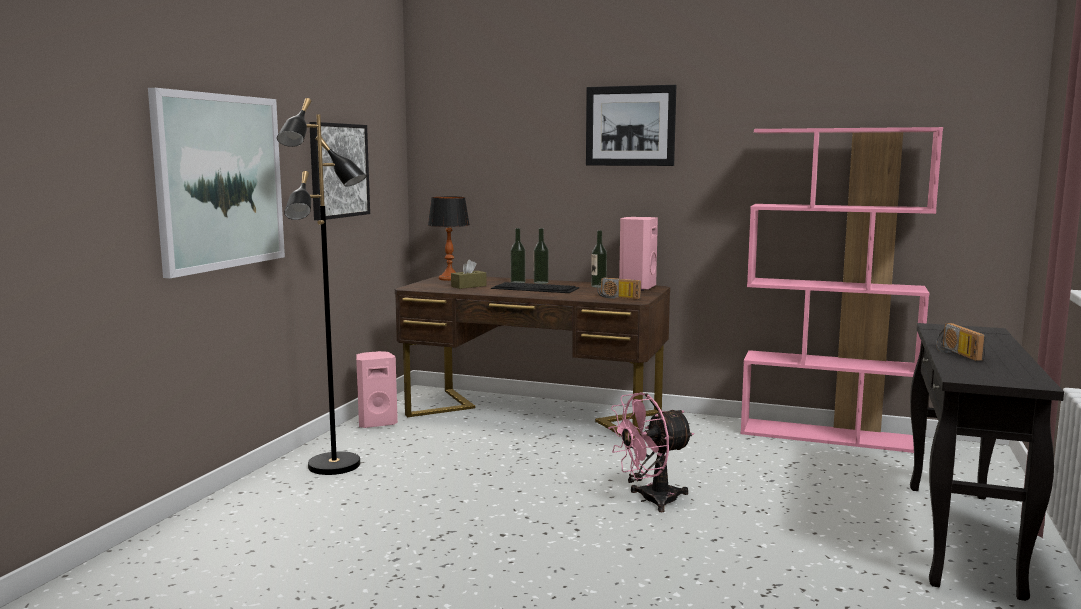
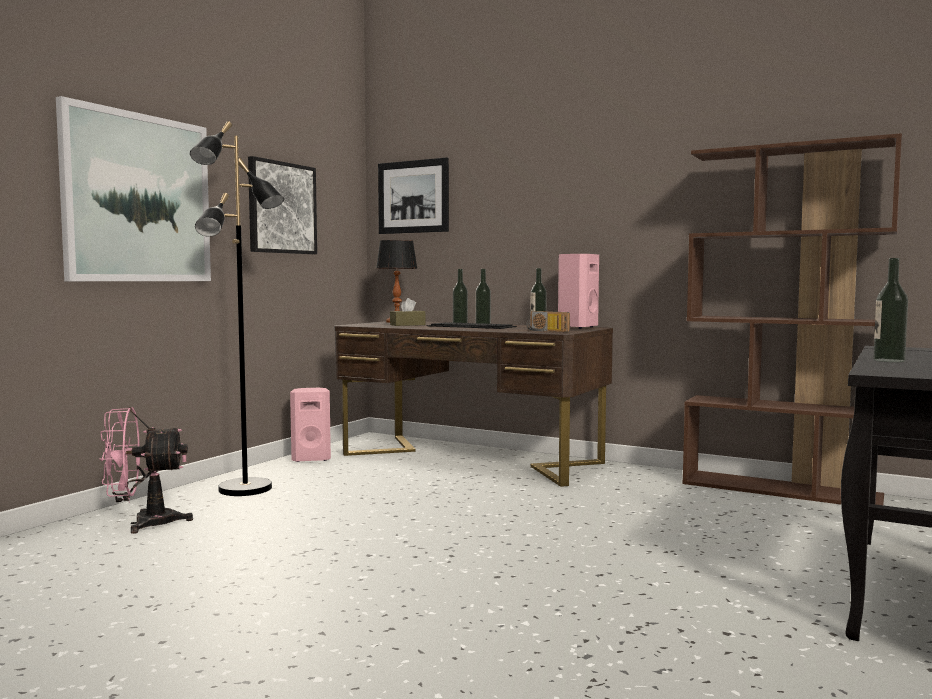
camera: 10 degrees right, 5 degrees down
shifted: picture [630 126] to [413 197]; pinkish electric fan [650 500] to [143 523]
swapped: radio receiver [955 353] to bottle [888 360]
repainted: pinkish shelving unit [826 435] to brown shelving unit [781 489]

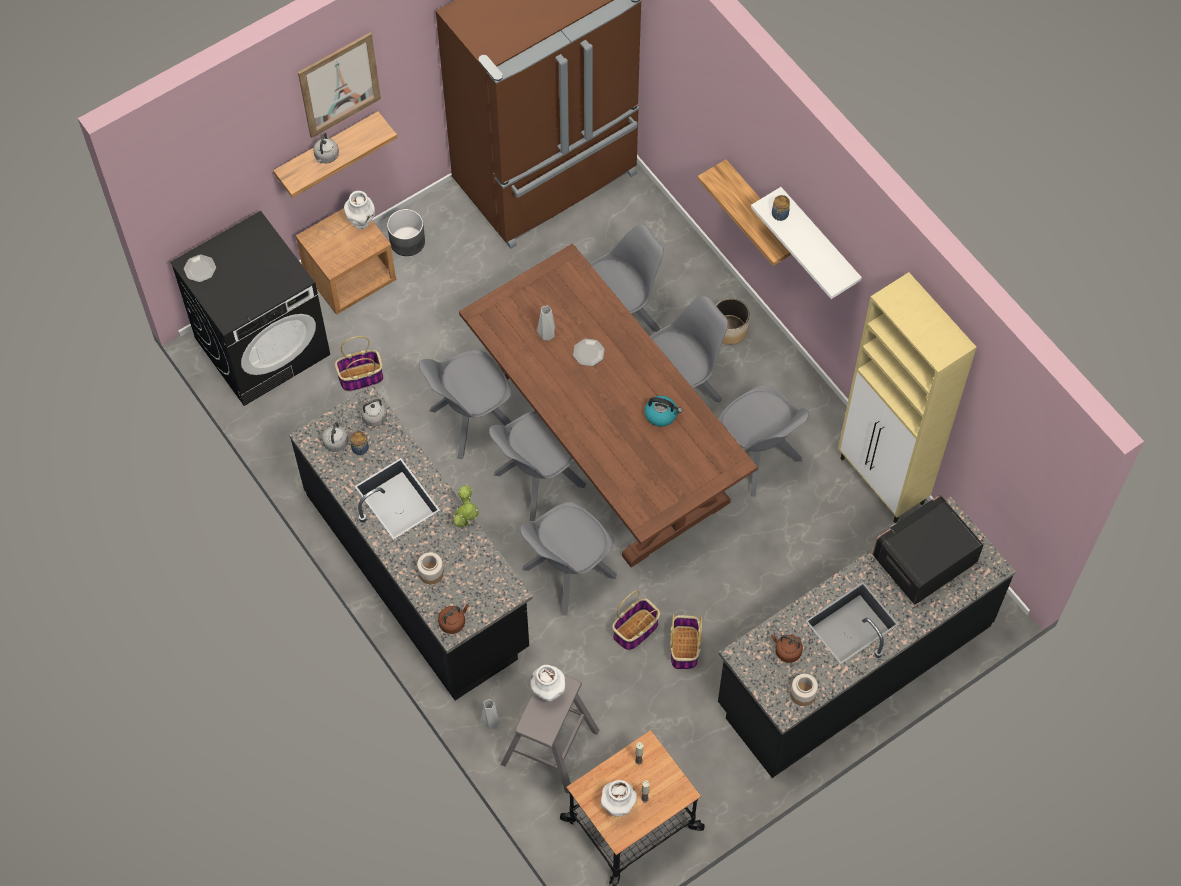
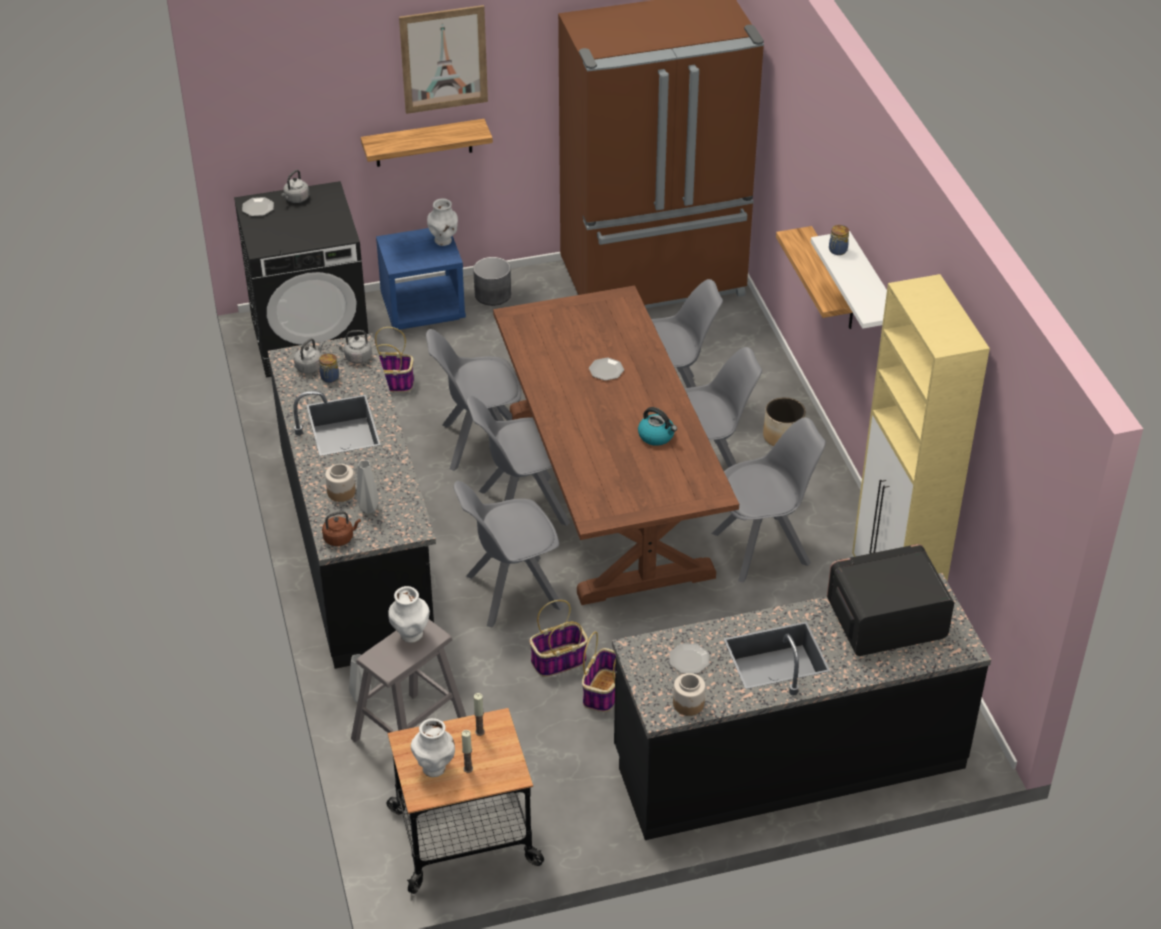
camera: 20 degrees right, 20 degrees down
gone: houseplant [465 521]
shifted: gray kettle [326 156] to [296 199]; gray vase [546 335] to [368 508]
swapped: brown kettle [786 651] to flat dish [688 660]
repainted: brown bedside table [350 277] to blue bedside table [423 307]
rotated: gray upright chair [757 458] = [763 548] 90 degrees counterclockwise

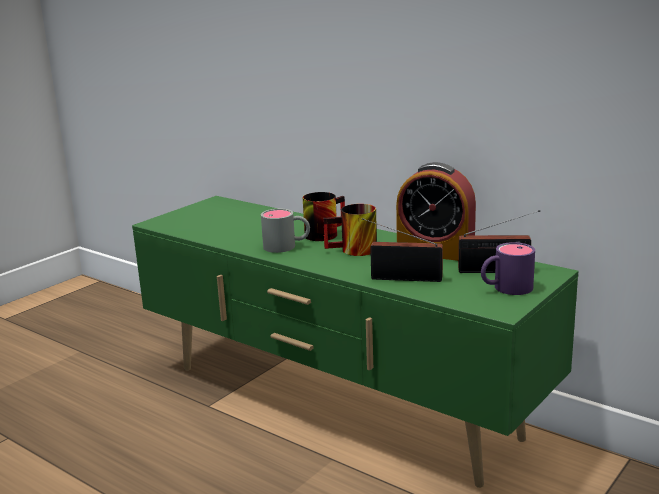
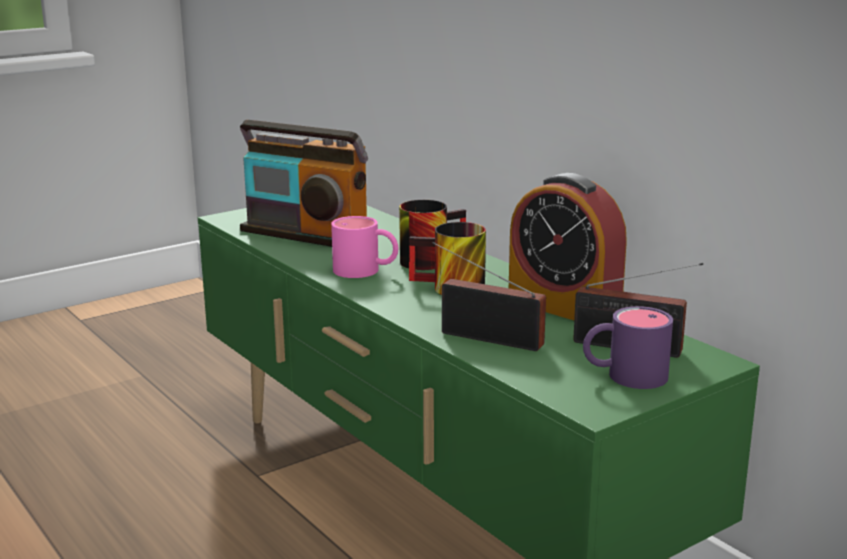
camera: 15 degrees right, 0 degrees up
new: radio receiver [307 235]
repainted: gray coffee mug [287 246] to pinkish coffee mug [366 271]

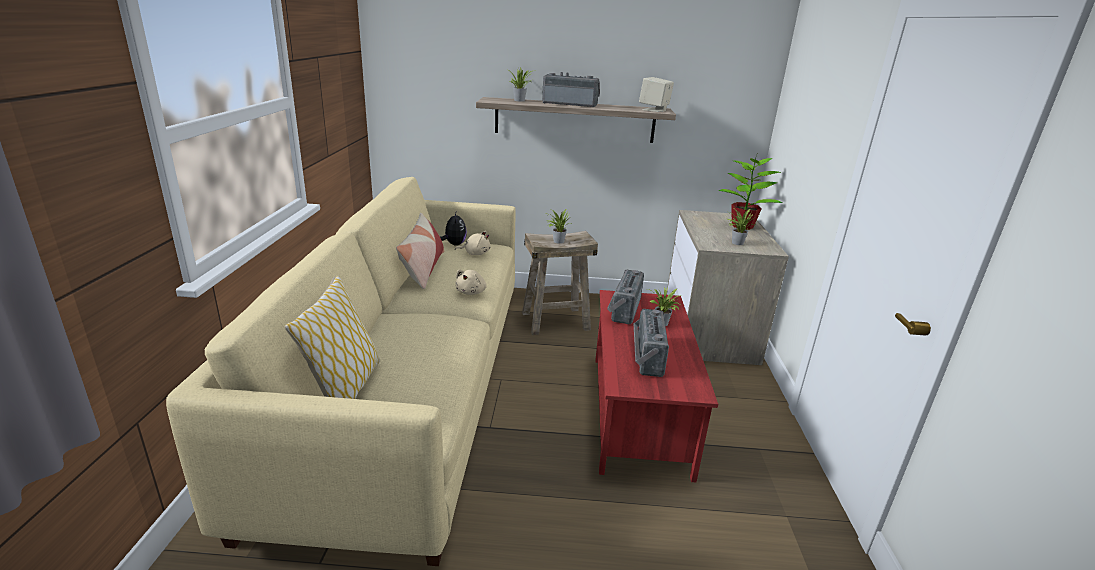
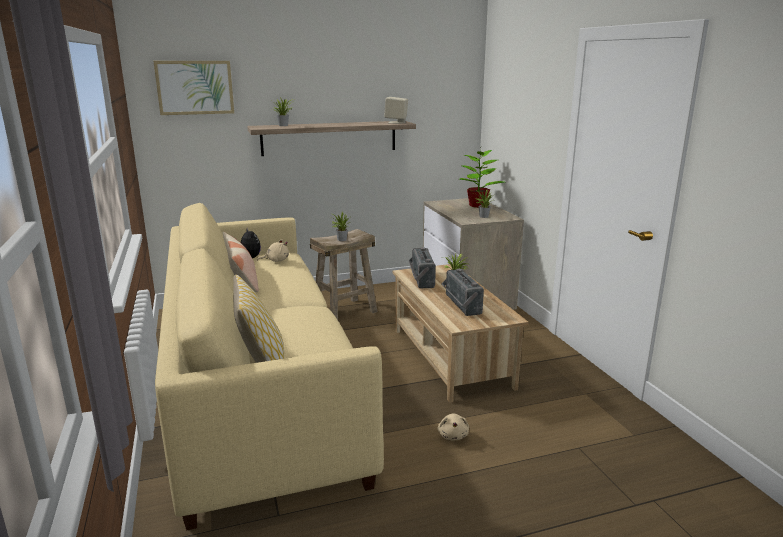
camera: 20 degrees left, 5 degrees down
gone: radio receiver [570 104]
new: picture [195 87]
shifted: sand-coloured soft toy [471 292] to [453 435]
repainted: reddish coffee table [637 411] to sand-coloured coffee table [450 357]

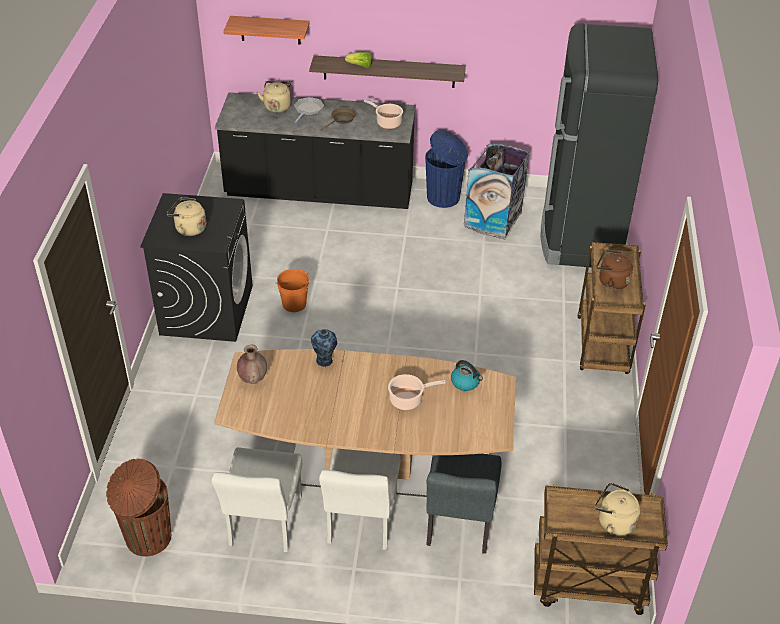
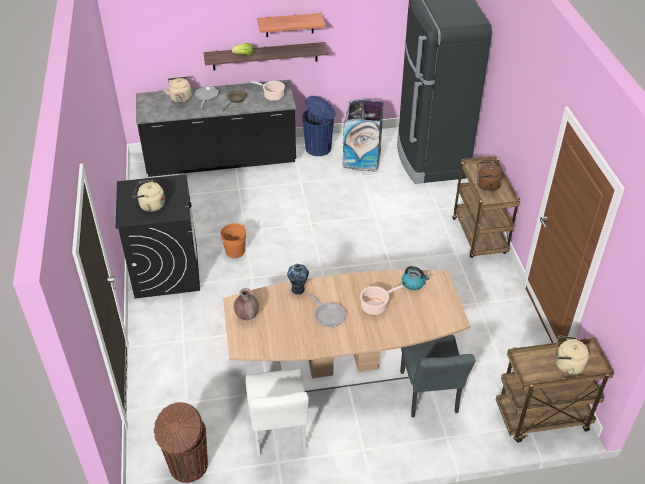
camera: 15 degrees left, 0 degrees up
gone: white upright chair [360 524]
new: pan [328 315]
shifted: shelf [270 30] to [289 25]

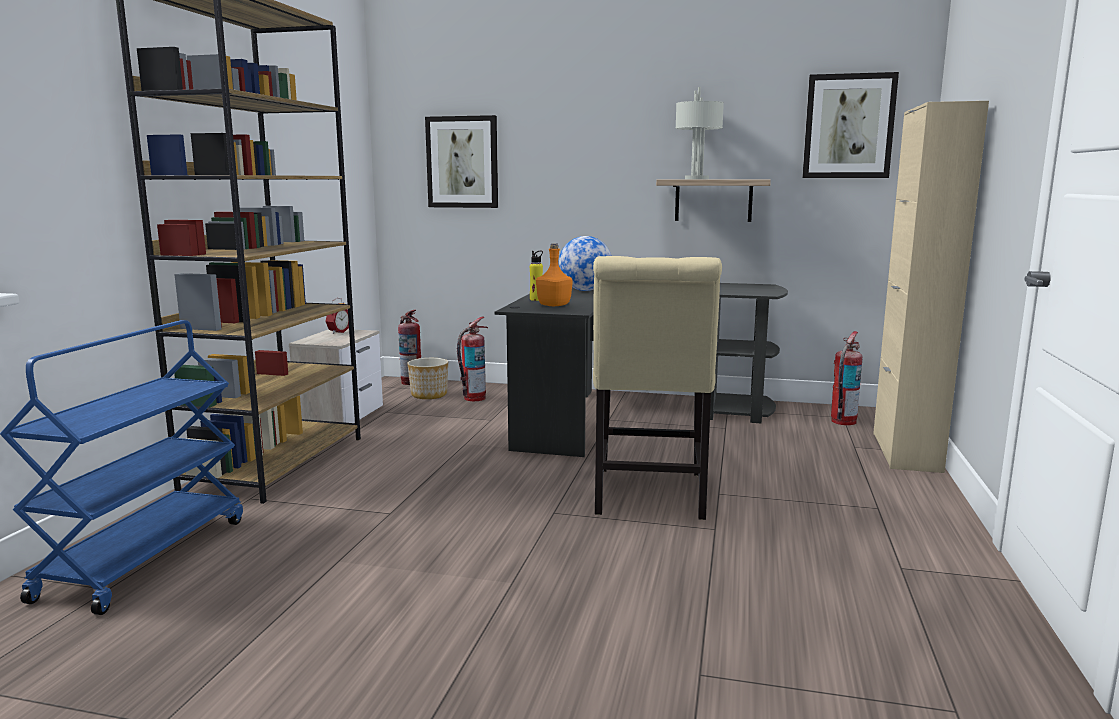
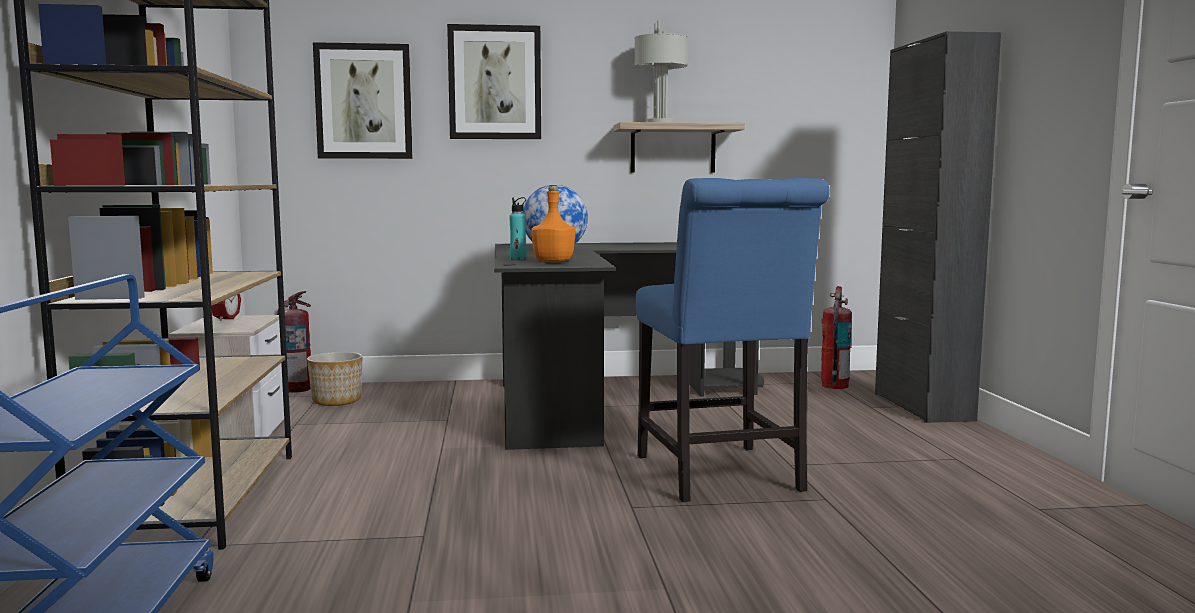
camera: 20 degrees left, 5 degrees down
gone: fire extinguisher [474 398]
shifted: picture [848 126] to [495 83]
repainted: yellowish bottle [536 299] to turquoise-coloured bottle [518 258]; sand-coloured upright chair [649 497] to blue upright chair [721 477]; sand-coloured cupboard [906 452] to black-coloured cupboard [922 406]

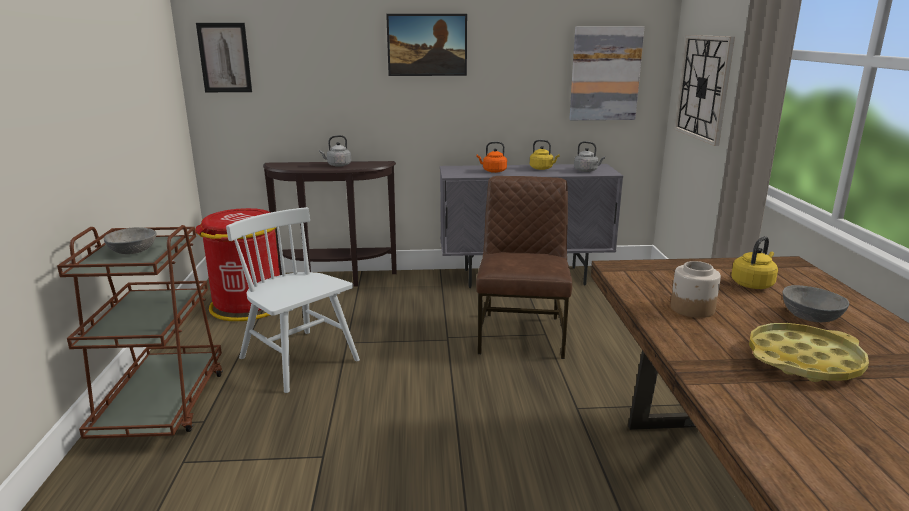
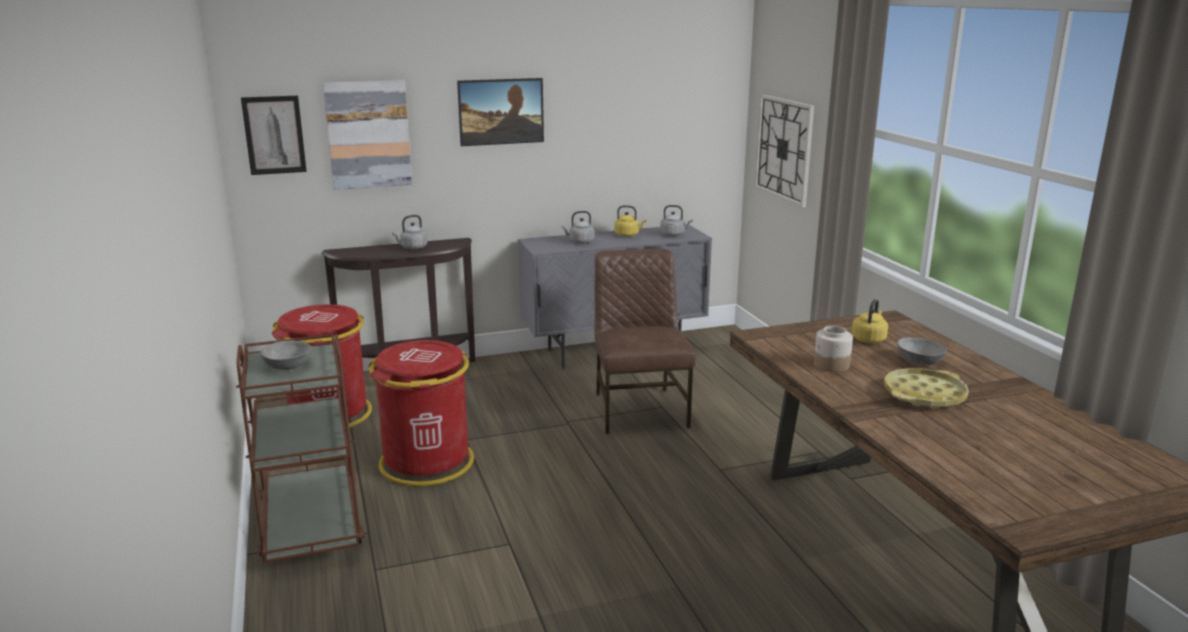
camera: 15 degrees left, 0 degrees up
shifted: picture [605 74] to [368 134]
swapped: white upright chair [299 360] to reddish rubbish bin [427 462]
repainted: orange kettle [493 171] to gray kettle [580 242]

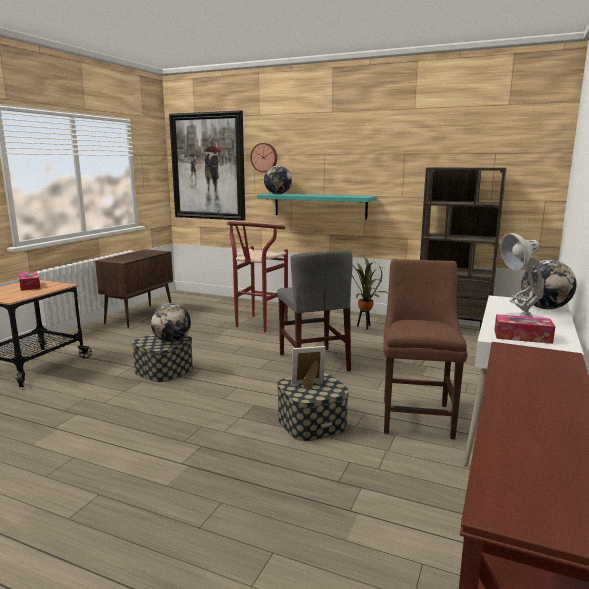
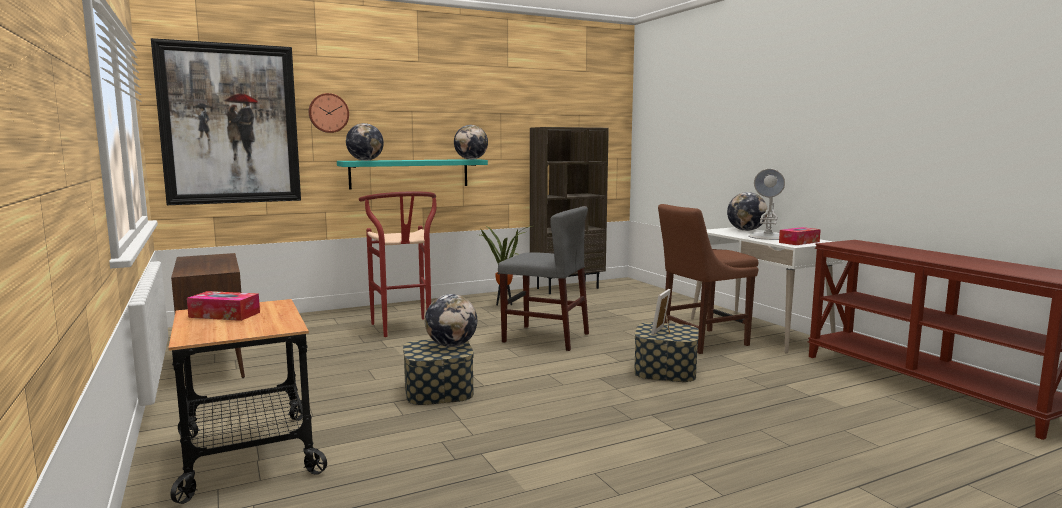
camera: 50 degrees left, 5 degrees down
new: globe [471 159]
rotated: brown upright chair [417 416] = [701 341] 75 degrees counterclockwise

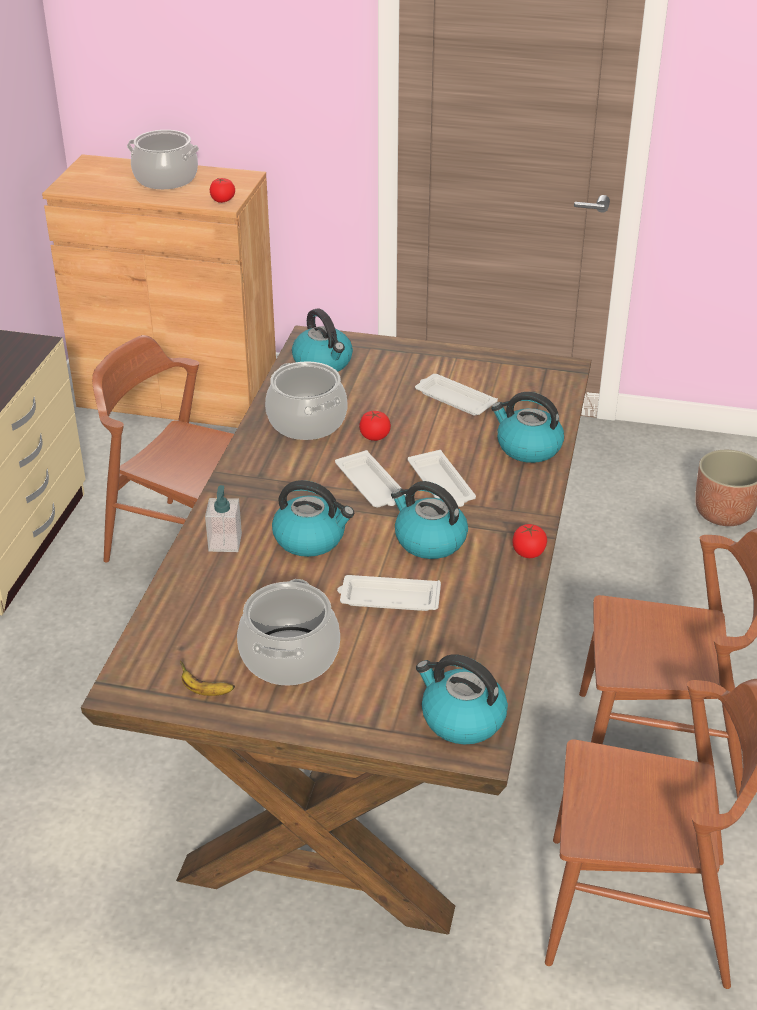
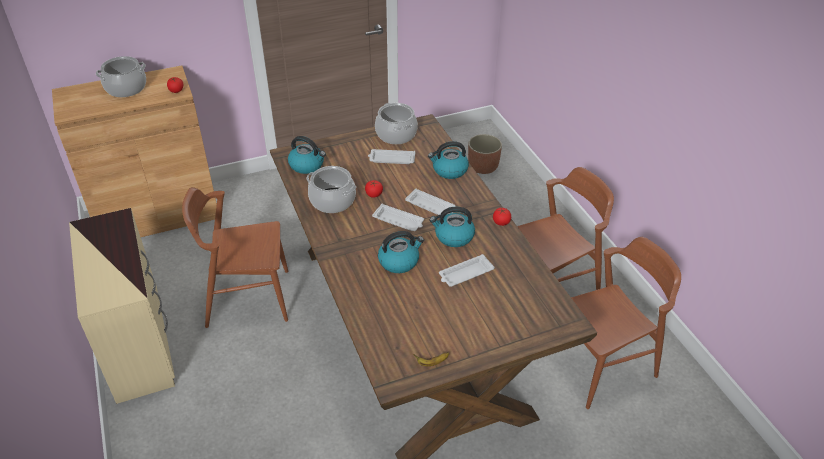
camera: 35 degrees left, 5 degrees up
gone: soap bottle [225 542]; kettle [461 719]
shifted: stockpot [289 656] to [396 134]

